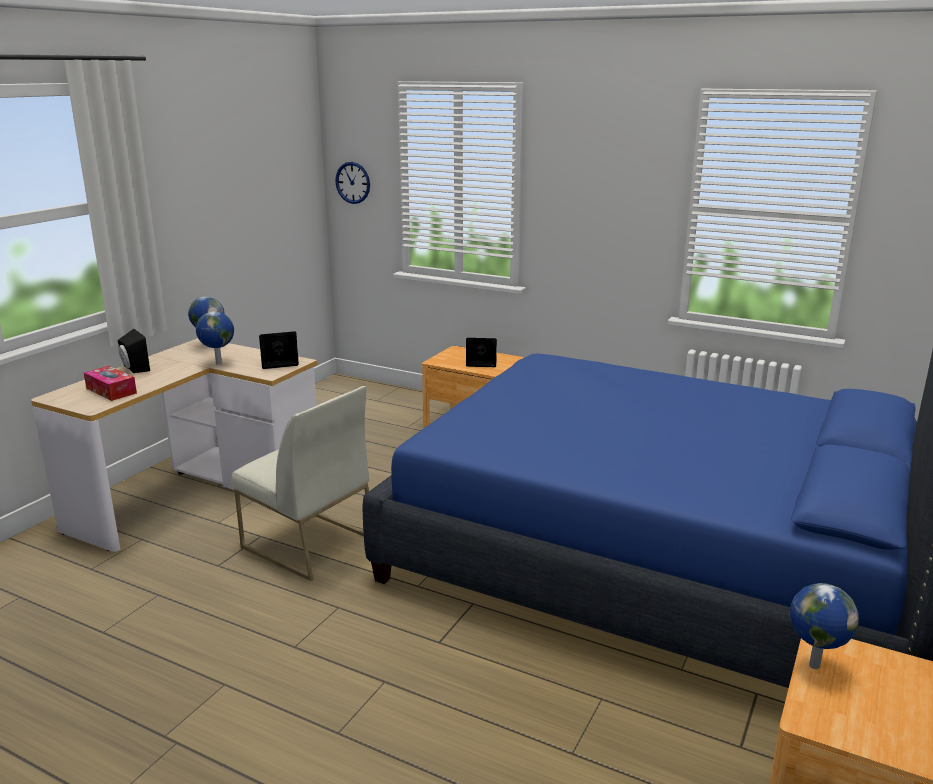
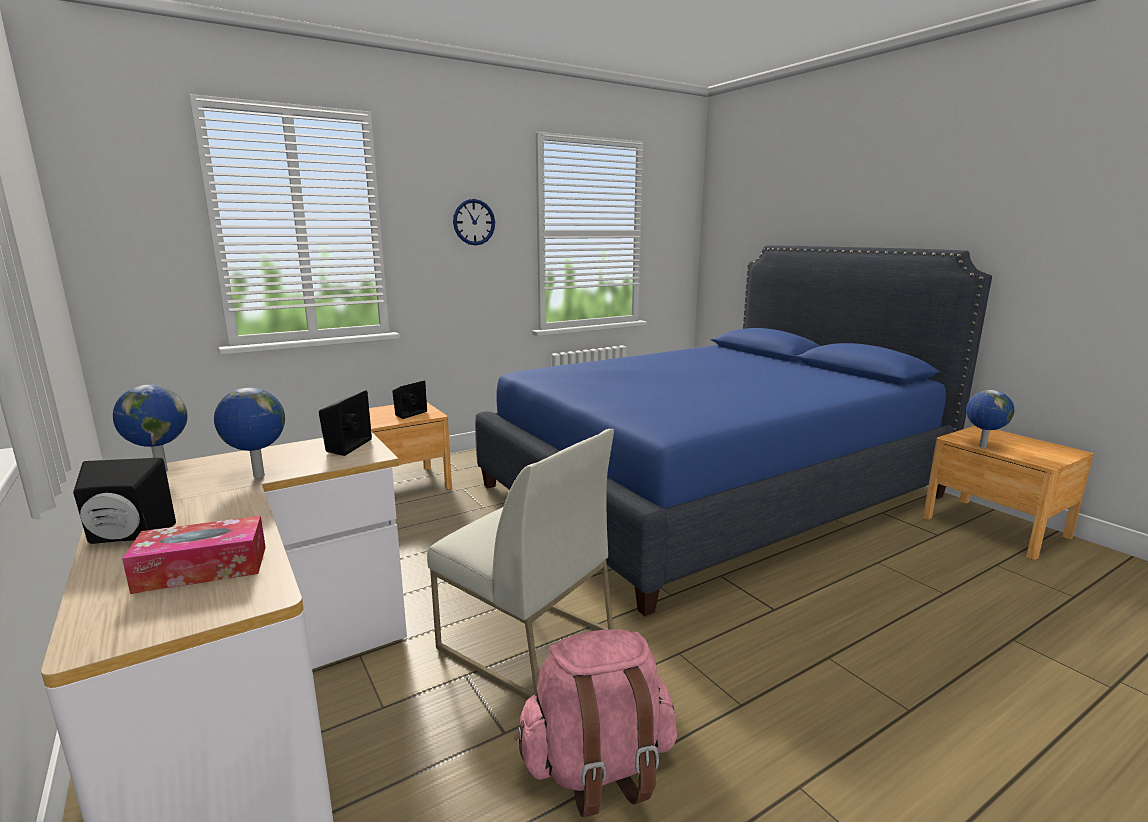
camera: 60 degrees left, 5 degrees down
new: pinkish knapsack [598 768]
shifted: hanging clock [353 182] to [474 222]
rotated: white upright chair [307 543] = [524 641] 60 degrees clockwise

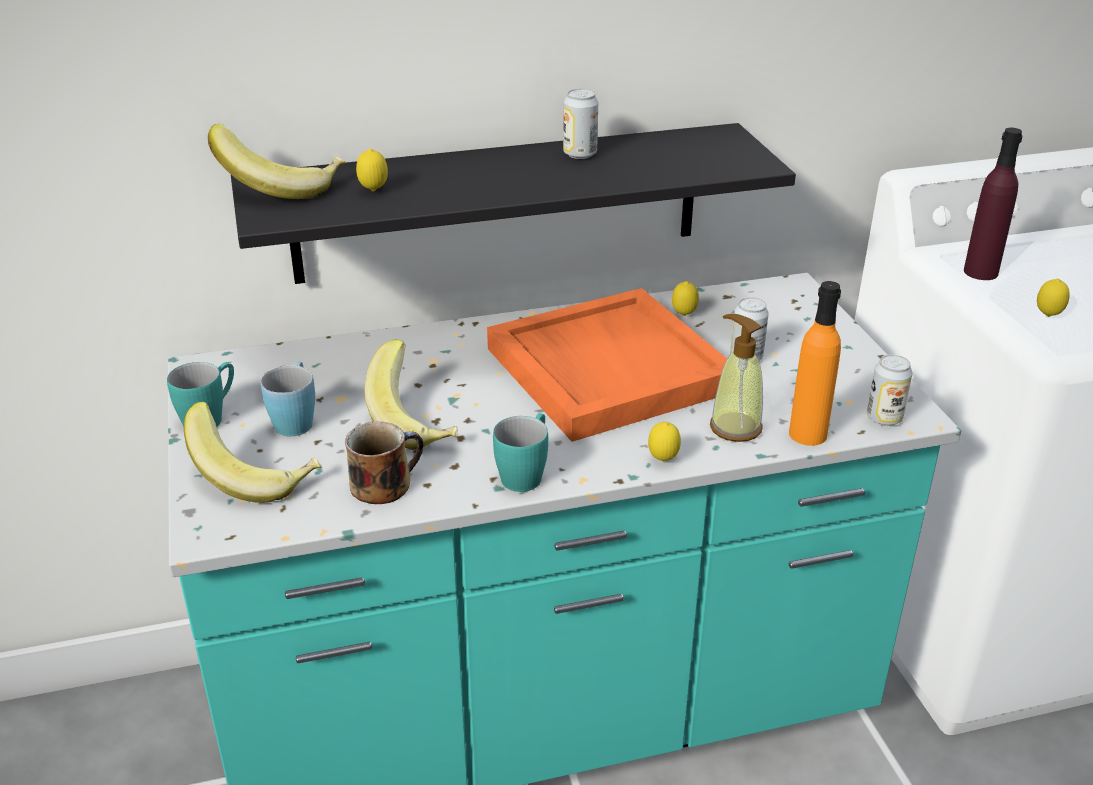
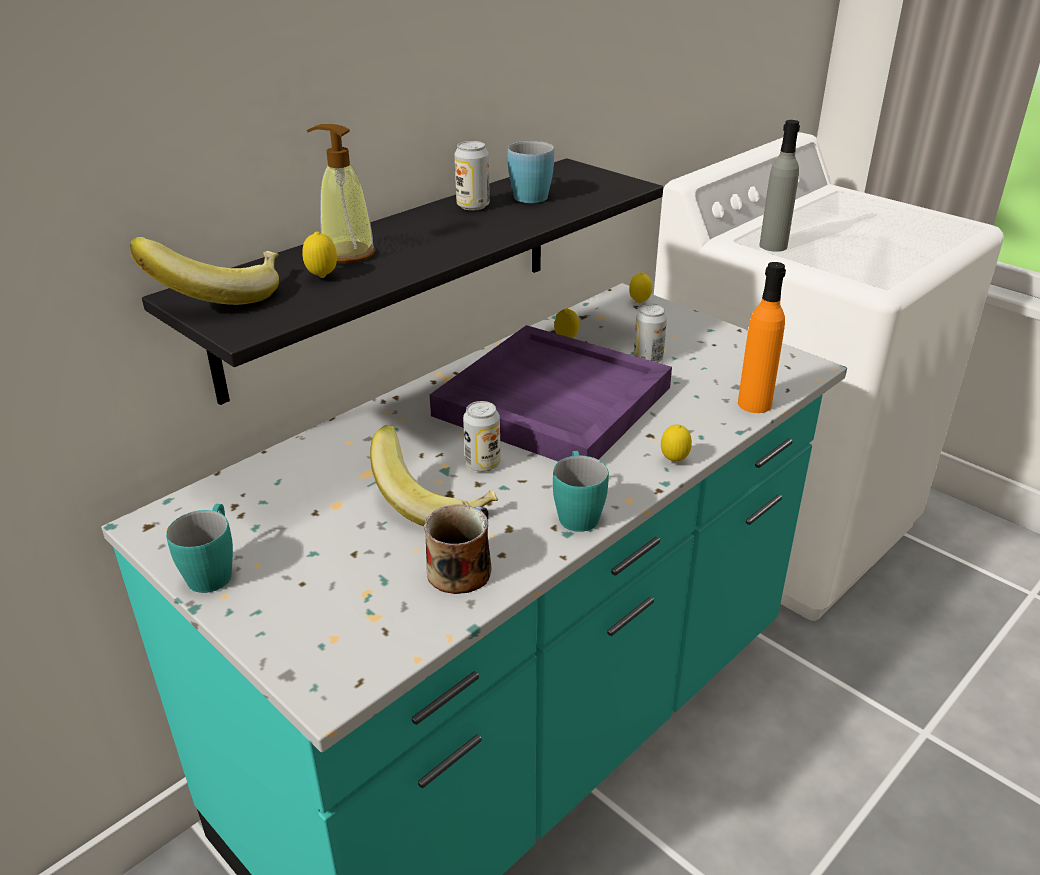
camera: 30 degrees left, 0 degrees up
gone: banana [256 476]
shifted: blue coffee mug [296 419] to [526 194]; soap bottle [735 427] to [348 253]; metal can [884 418] to [482 464]; citrus fruit [1048 316] to [639 303]
repainted: orange carrying tray [606 369] to purple-coloured carrying tray [550 402]; purple-coloured bottle [980 272] to gray bottle [773 246]

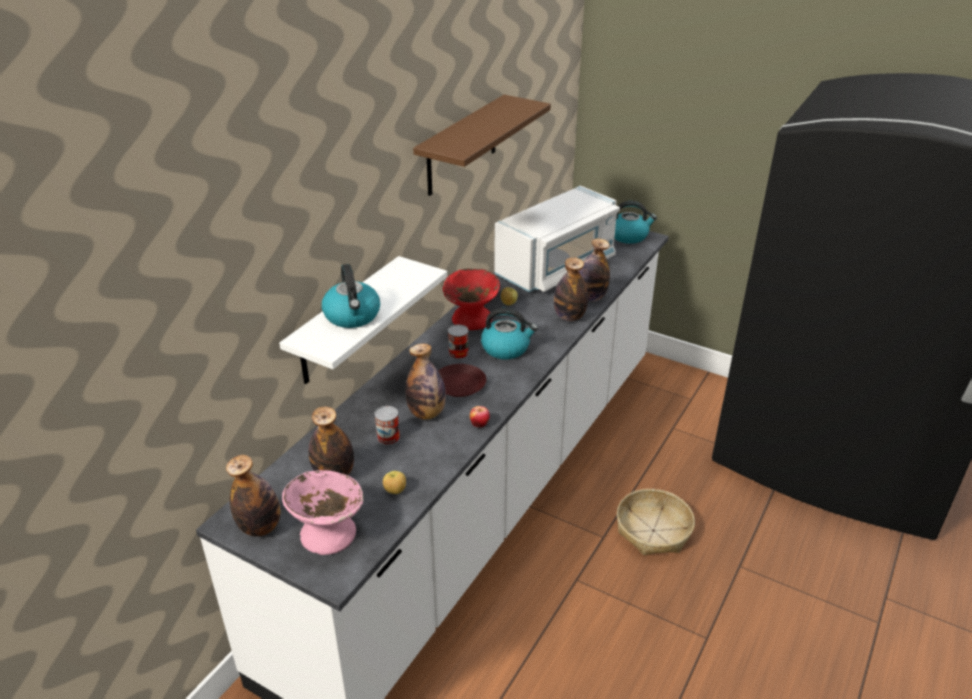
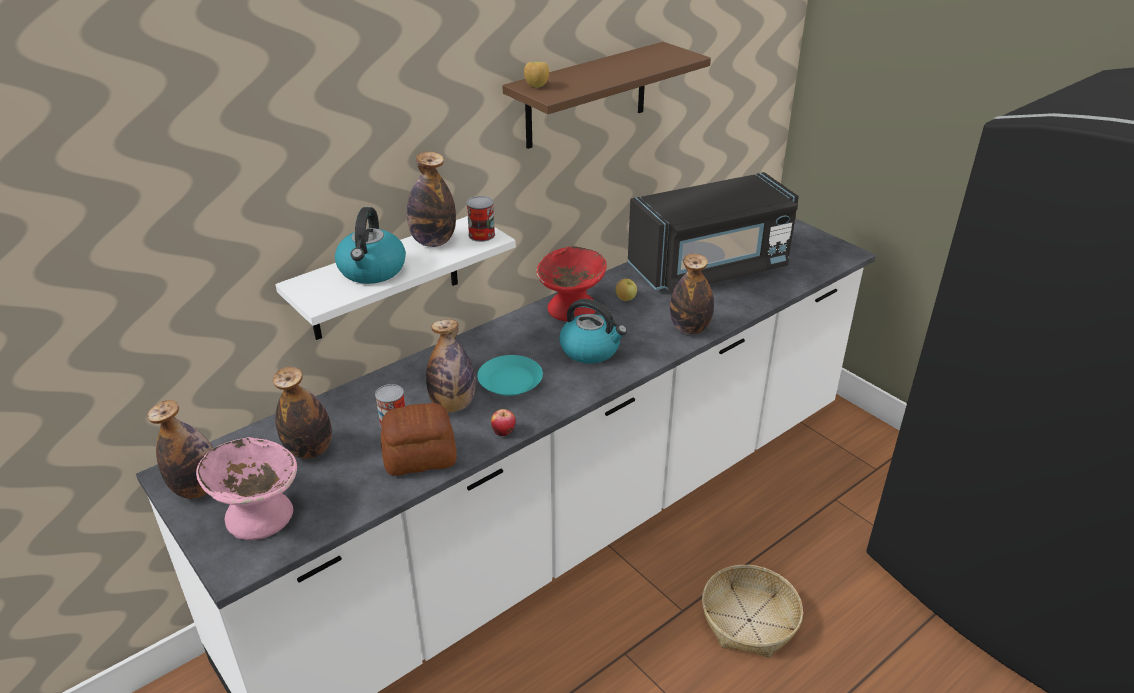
camera: 20 degrees right, 0 degrees up
gone: kettle [629 236]
new: baked bread [420 457]
shifted: whole apple [395 491] to [536 86]; metal can [458 353] to [481 235]; bottle [591 297] to [433 242]
repainted: brown flat dish [459 385] to turquoise-coloured flat dish [509 381]; white microwave oven [557 267] to black-coloured microwave oven [710 268]

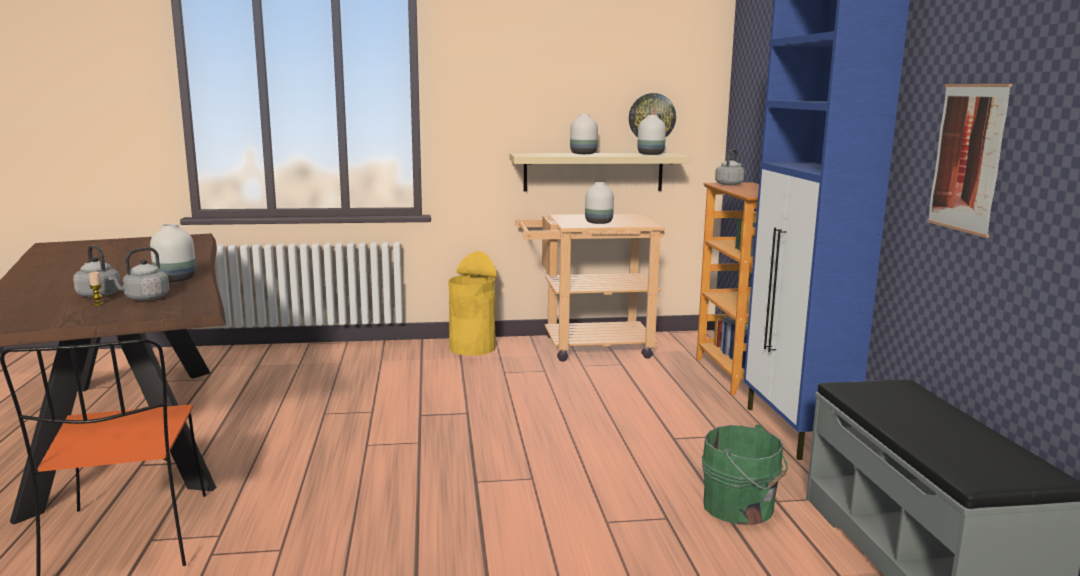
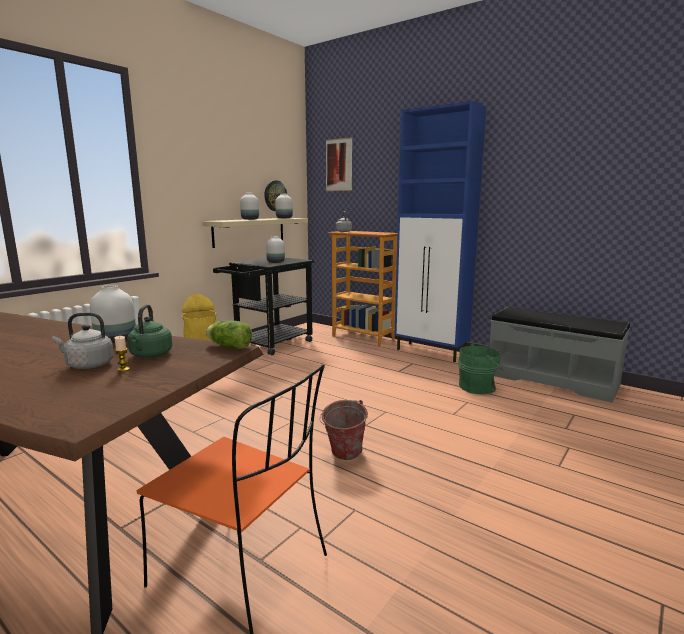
camera: 45 degrees left, 0 degrees up
new: head of lettuce [228 346]; bucket [343 456]
shifted: picture [967 158] to [339 165]
repainted: gray kettle [144 298] to green-coloured kettle [150 355]; sand-coloured trolley [587 347] to black-coloured trolley [269 345]

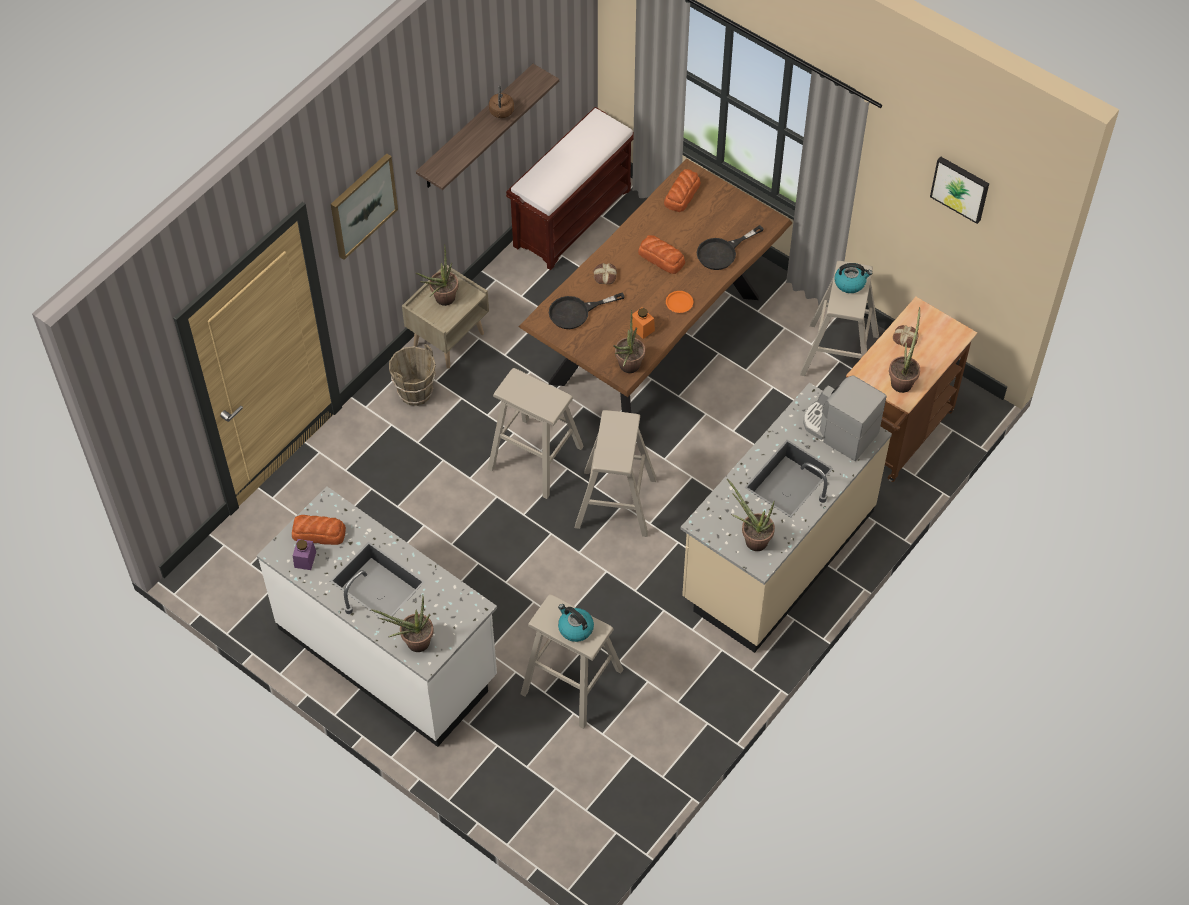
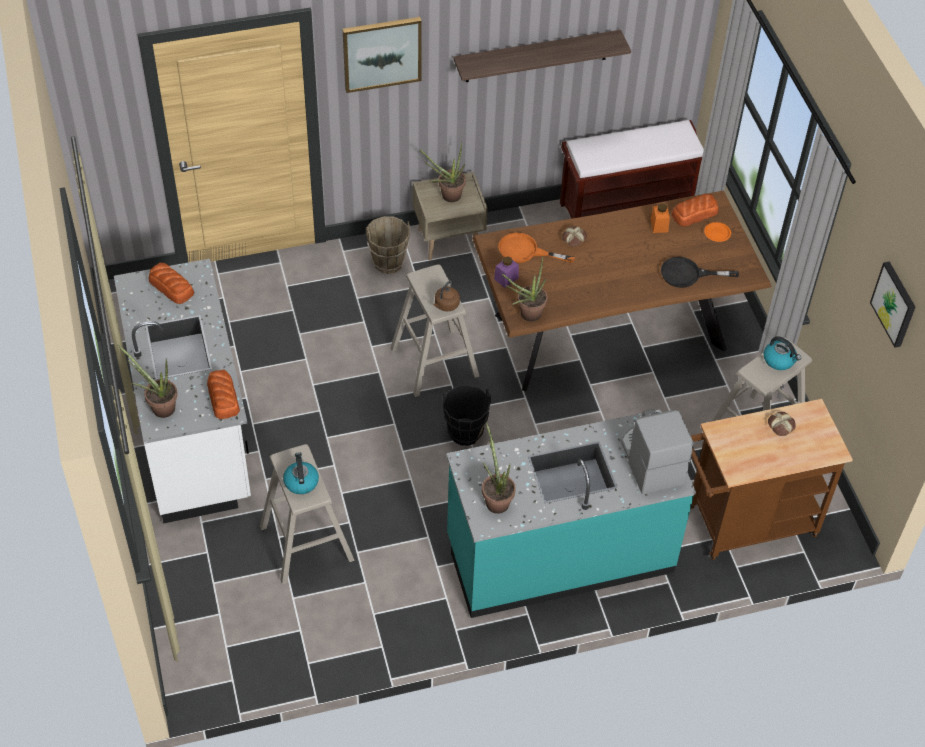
camera: 35 degrees right, 5 degrees down
gone: houseplant [902 380]
shifted: purple-coloured preserve jar [305 559] to [506 278]; brown kettle [501 112] to [446 305]; orange preserve jar [642 328] to [659 225]; baked bread [661 258] to [223 398]; orange flat dish [679 303] to [717 233]
swapped: sand-coloured stool seat [615 503] to black-coloured bucket [465 433]
repainted: black-coloured pan [576 312] to orange pan [525 251]; sand-coloured kitchen counter [777 555] to turquoise-coloured kitchen counter [559 554]

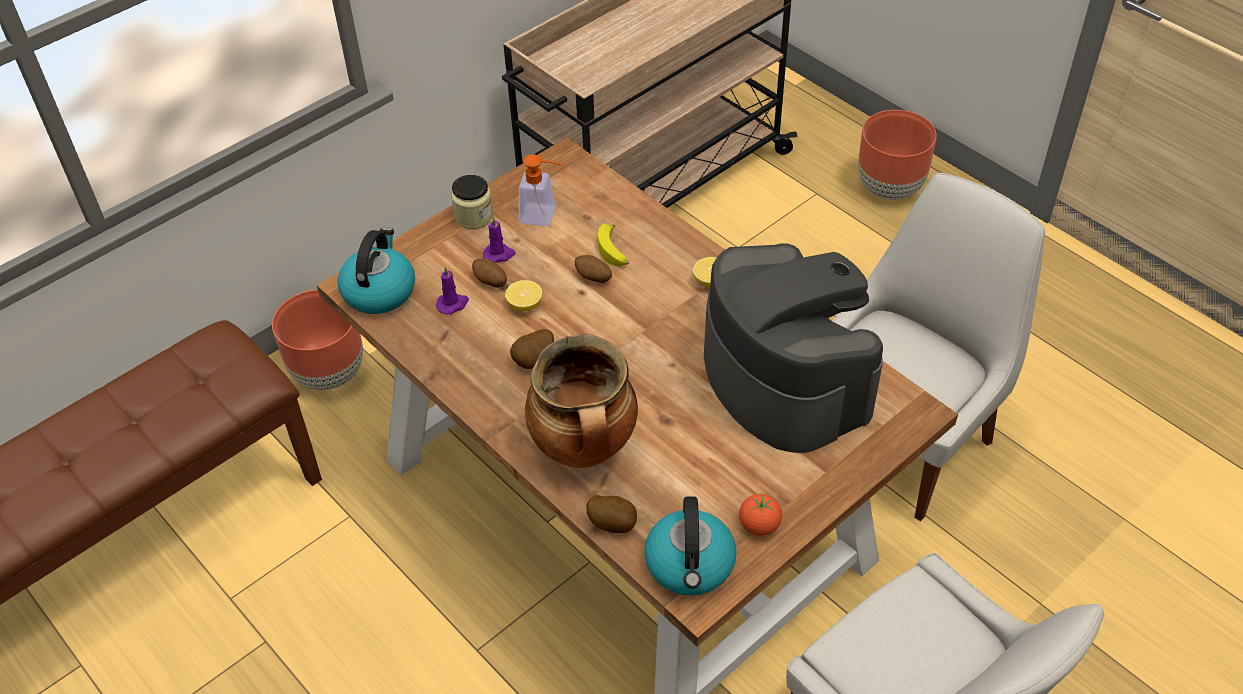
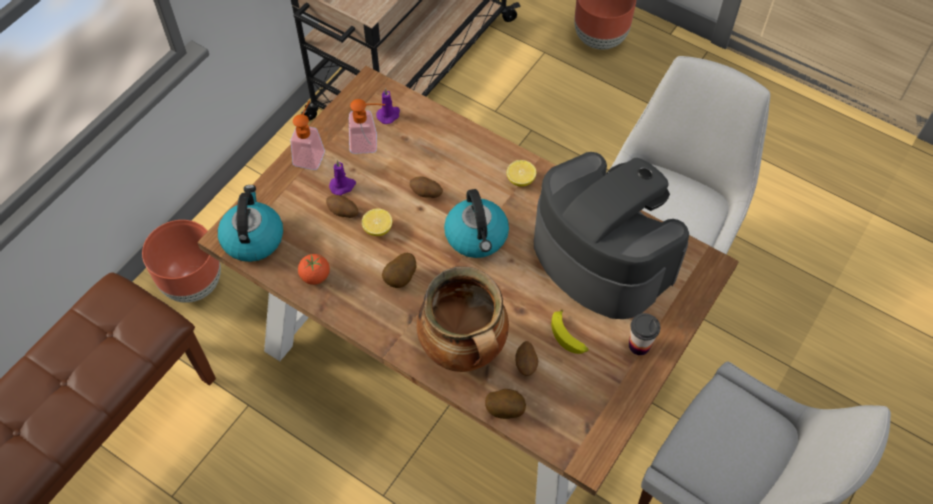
camera: 15 degrees left, 10 degrees up
new: potato [526 364]; small cup [639 345]
shifted: purple-coloured wax light [453 304] to [389 115]; banana [614 251] to [568 336]; kettle [690 565] to [477 237]; fresh tomato [759 525] to [315 276]
swapped: preserve jar [474 216] to soap bottle [311 154]

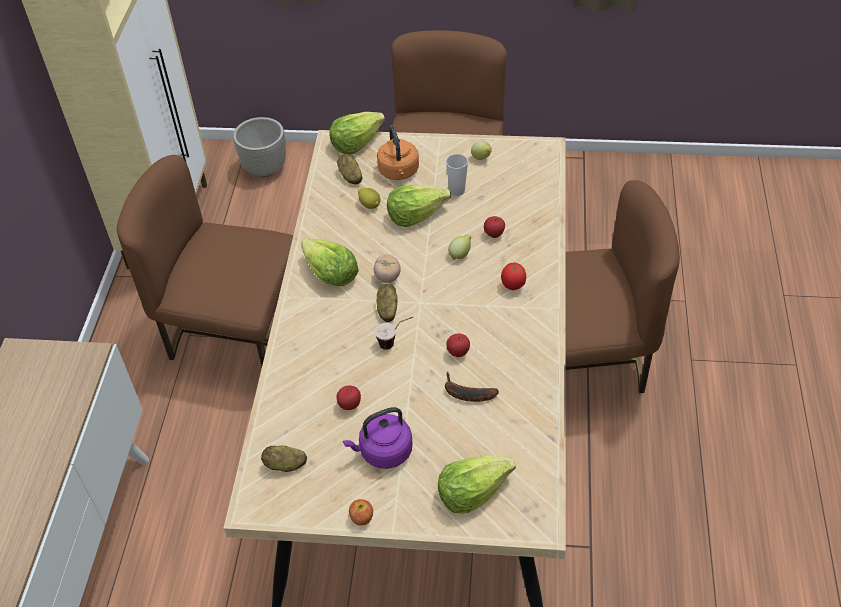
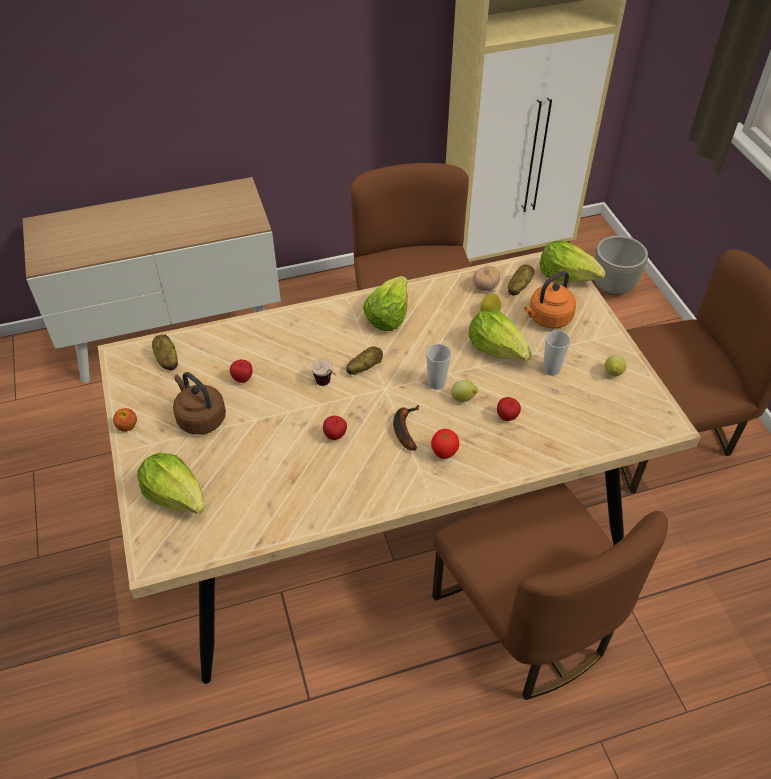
camera: 65 degrees right, 0 degrees up
new: small cup [436 383]
shifted: fresh tomato [387 277] to [485 287]; banana [465 393] to [404 428]
repainted: purple-coloured kettle [383 452] to brown kettle [200 418]

